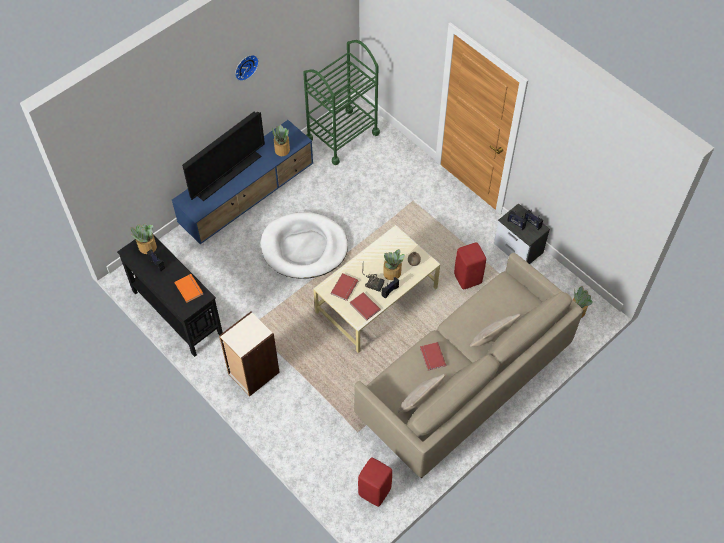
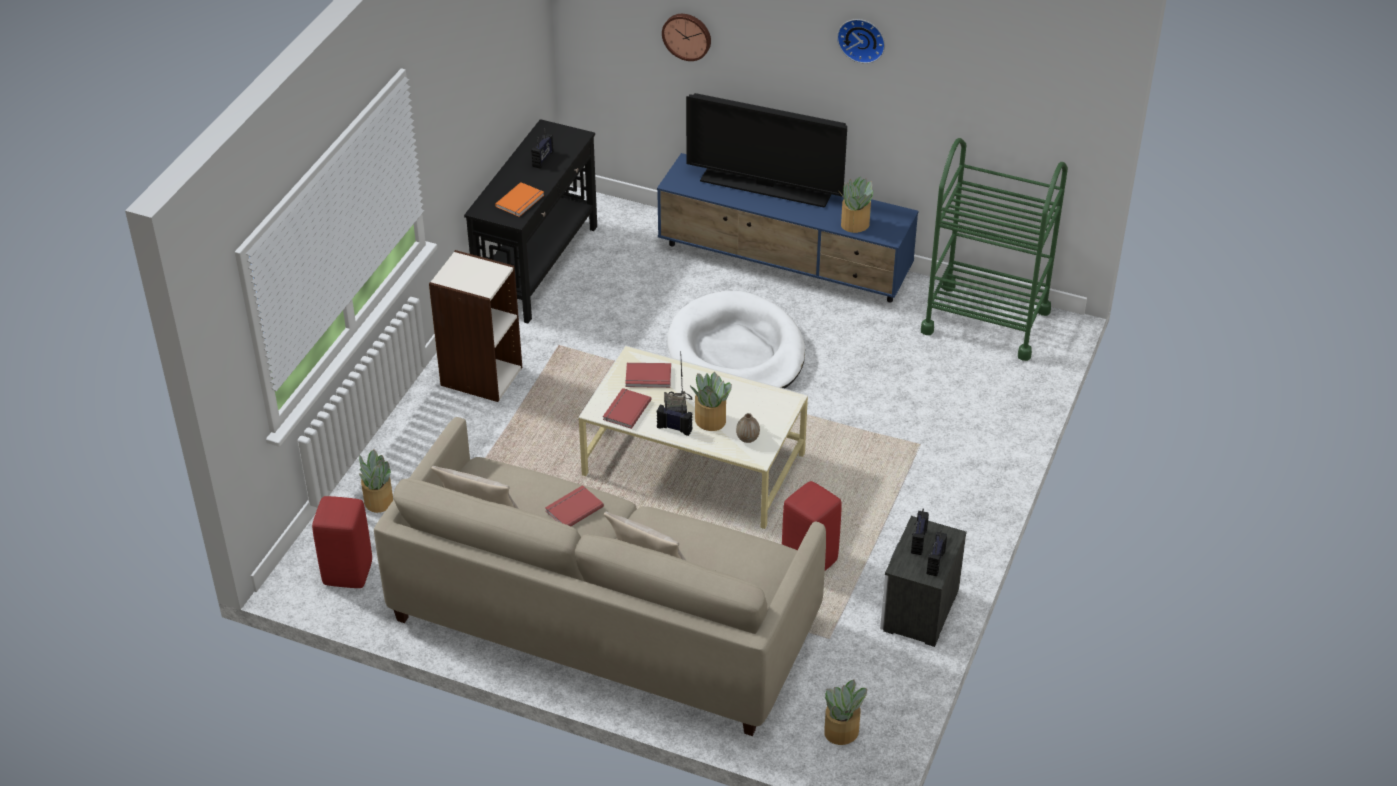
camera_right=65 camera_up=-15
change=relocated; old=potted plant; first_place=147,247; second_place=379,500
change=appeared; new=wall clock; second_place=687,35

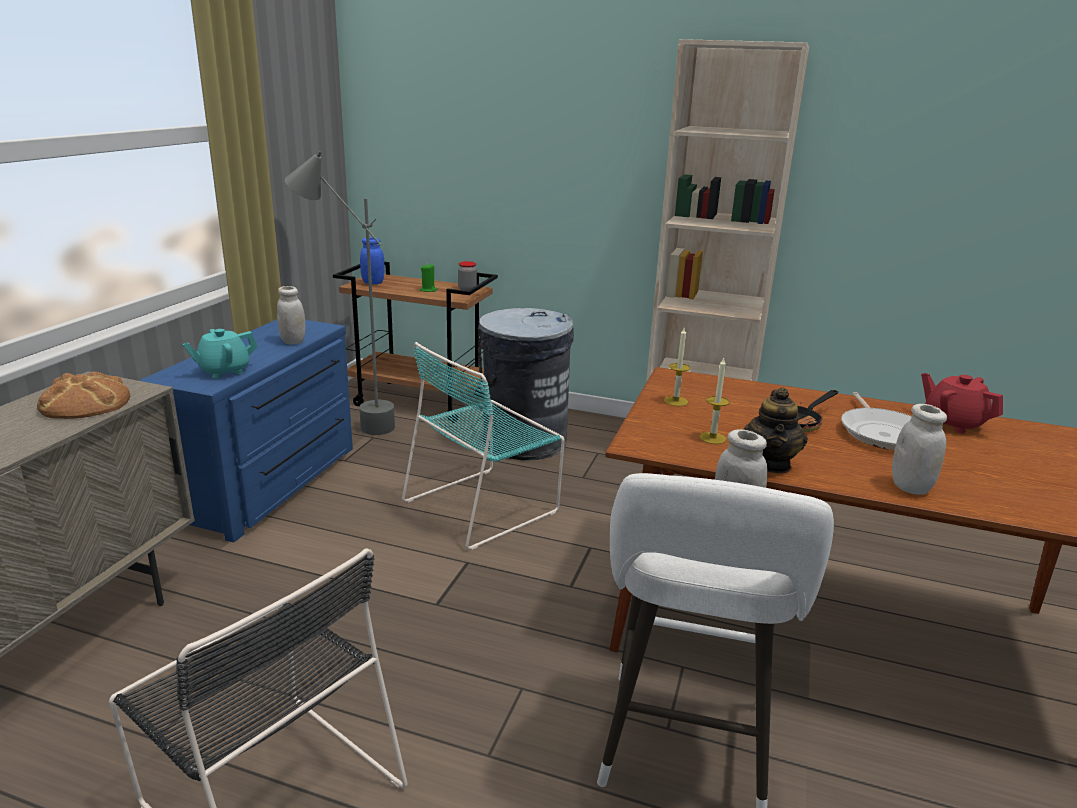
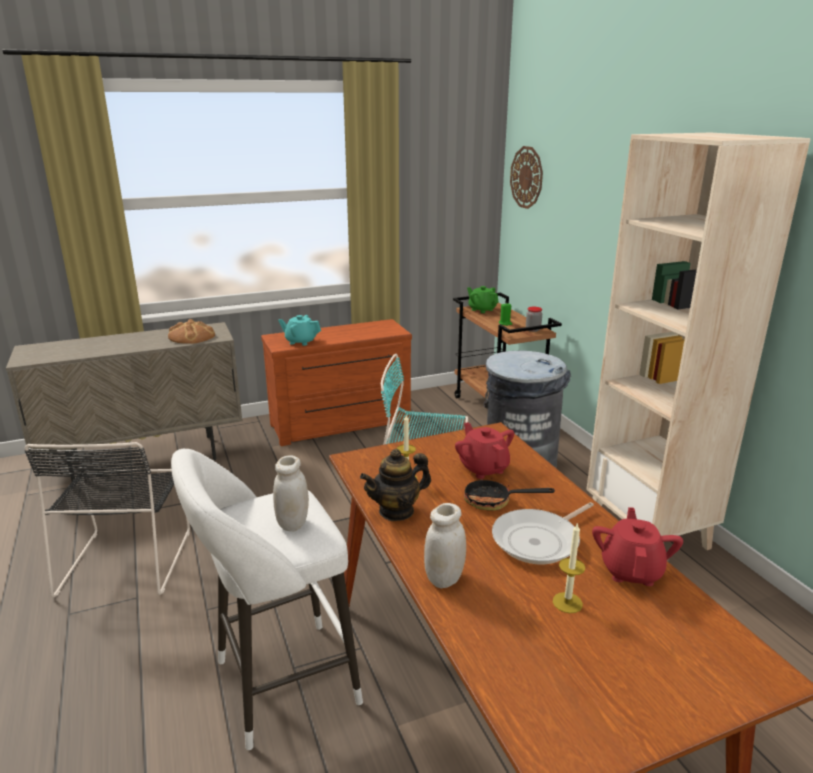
camera_right=50 camera_up=0
change=missing; old=standing lamp (greyish); first_place=351,423
change=exchanged; old=storage jar (bluish); new=pot for tea (greenish); first_place=373,283; second_place=482,310
change=missing; old=storage jar (white); first_place=293,341
change=colour; old=chest of drawers (bluish); new=chest of drawers (brown-coloured); first_place=273,484; second_place=341,425
change=relocated; old=wax candle; first_place=675,401; second_place=567,602
change=appeared; new=wall clock; second_place=526,177
change=appeared; new=pot for tea (reddish); second_place=483,468

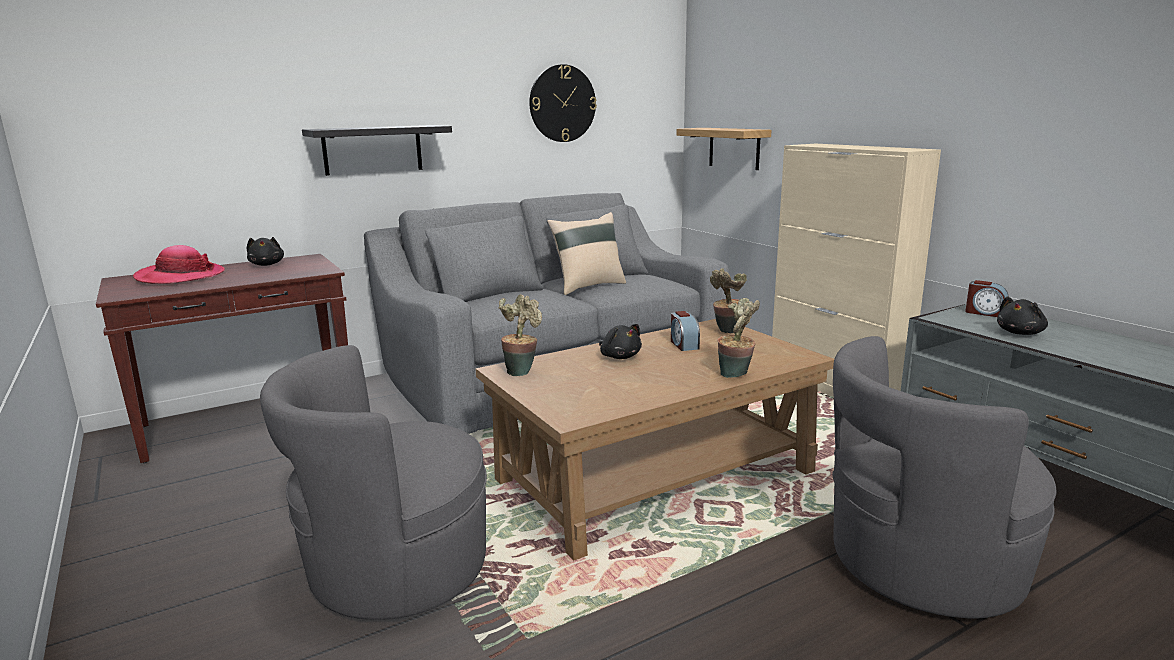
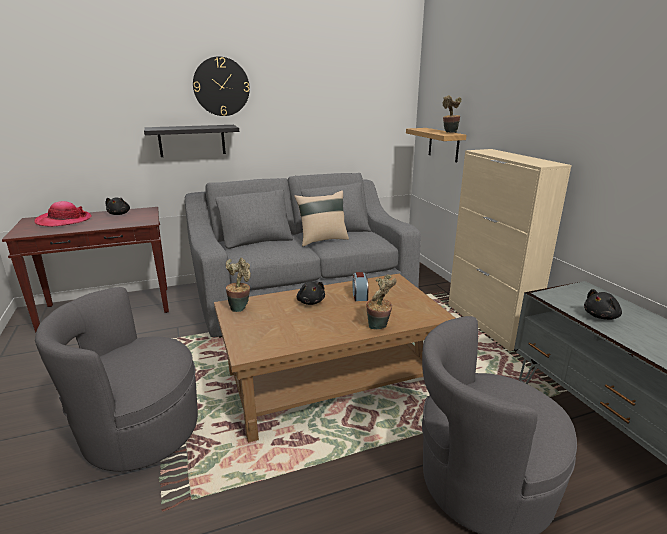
camera_right=10 camera_up=5
change=relocated; old=wall clock; first_place=562,103; second_place=221,86
change=relocated; old=potted plant; first_place=726,332; second_place=449,133
change=missing; old=alarm clock; first_place=985,313

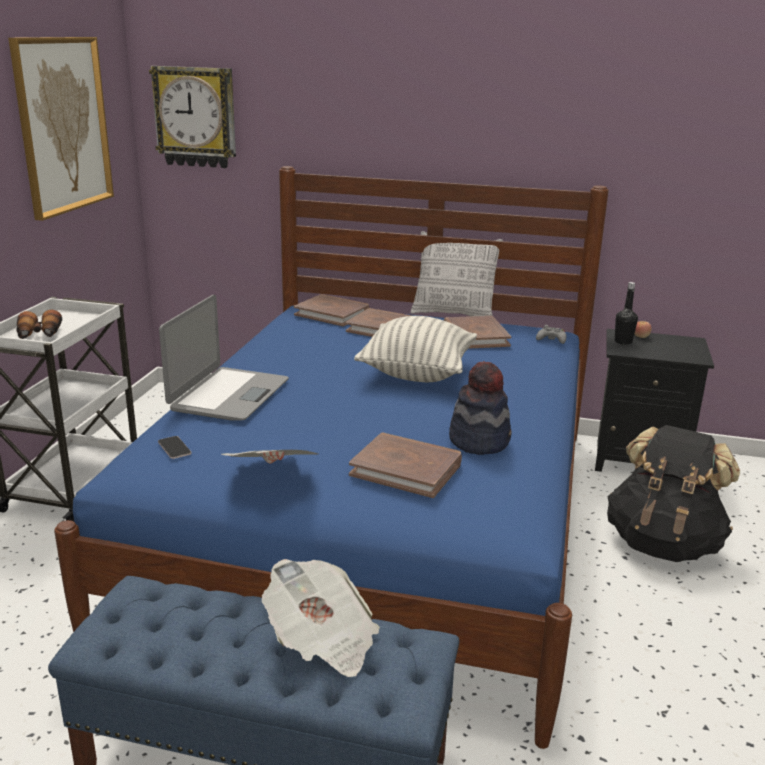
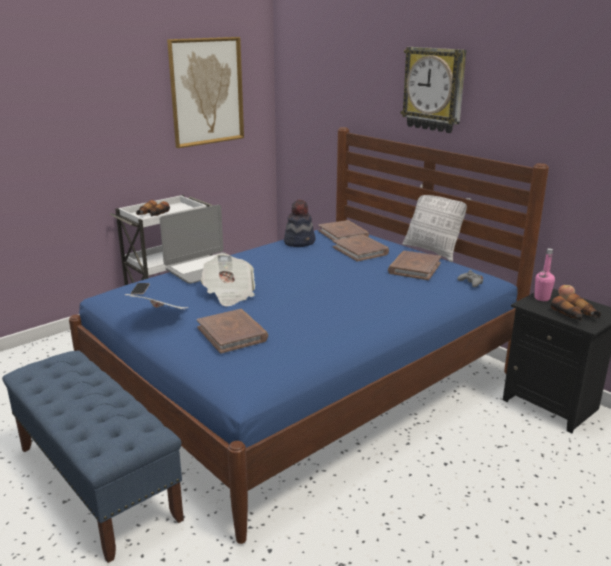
camera_right=35 camera_up=0
change=relocated; old=wall clock; first_place=196,117; second_place=434,89
change=colour; old=beverage bottle (black-coloured); new=beverage bottle (pinkish); first_place=623,341; second_place=542,298
change=missing; old=pillow; first_place=417,374
change=relocated; old=hat; first_place=479,440; second_place=300,242
change=missing; old=knapsack (black-coloured); first_place=663,543
change=relocated; old=daily paper; first_place=322,640; second_place=229,294
change=appeared; new=binoculars; second_place=575,315

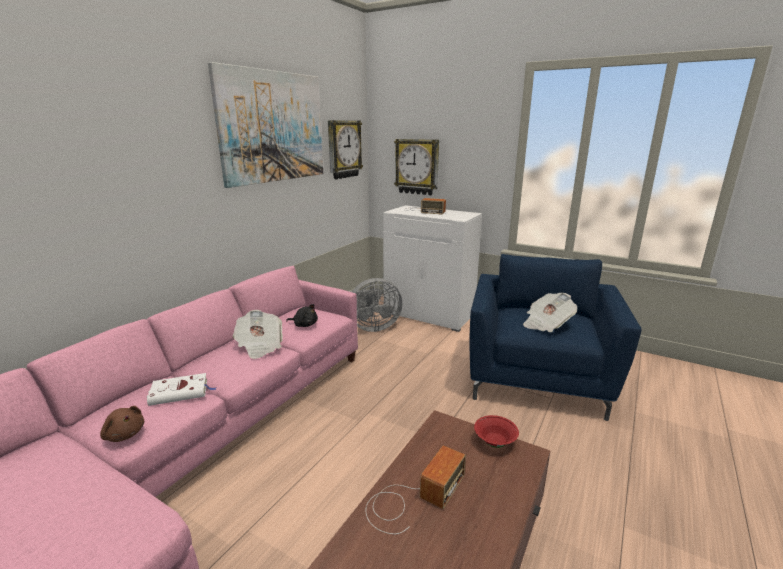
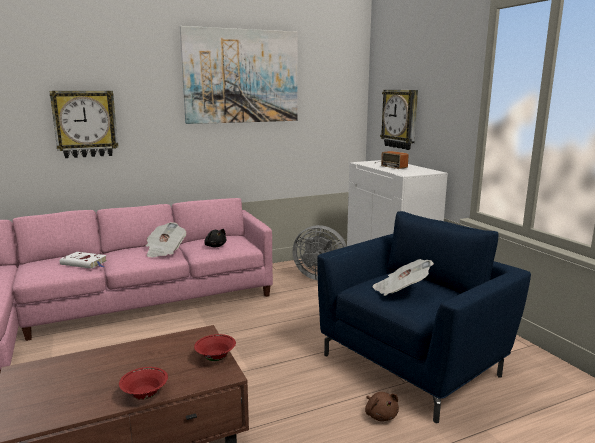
camera_right=35 camera_up=-5
change=relocated; old=wall clock; first_place=343,149; second_place=85,124
change=relocated; old=cuddly toy (brown-coloured); first_place=124,434; second_place=380,415
change=missing; old=radio receiver; first_place=413,498
change=appeared; new=bowl (reddish); second_place=145,395

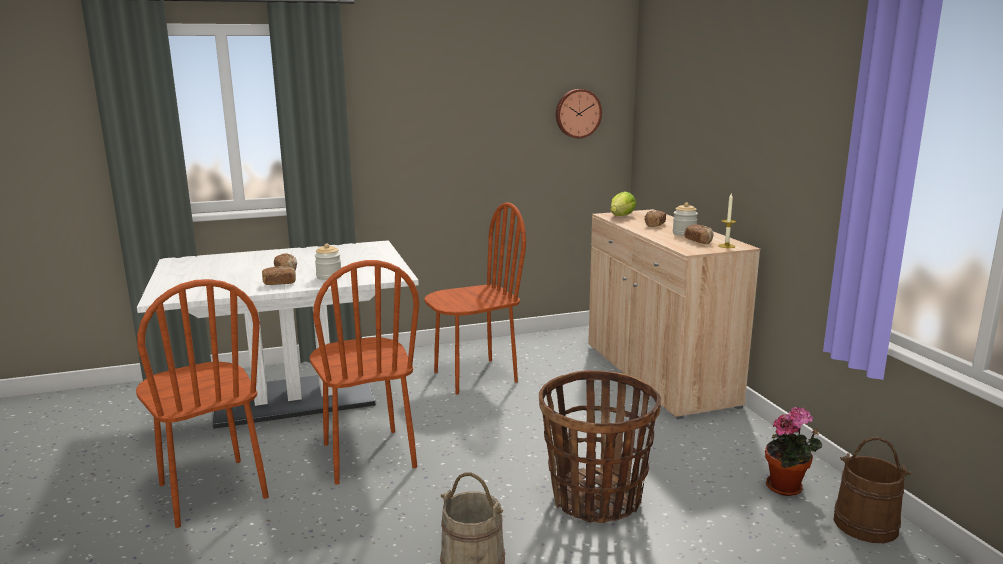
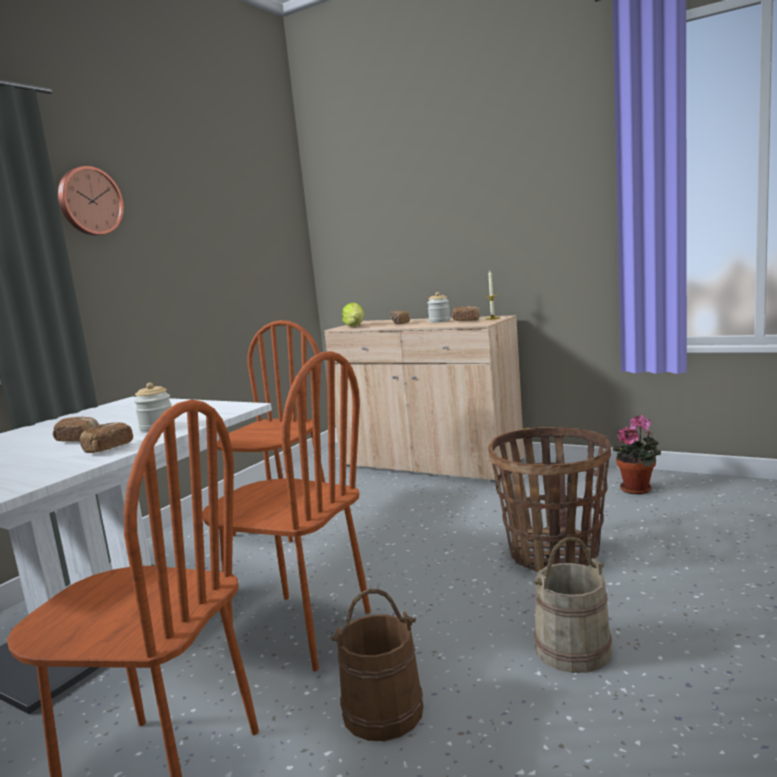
camera_right=-40 camera_up=-5
change=relocated; old=wall clock; first_place=577,113; second_place=89,201
change=relocated; old=water bucket (brown-coloured); first_place=865,524; second_place=383,710

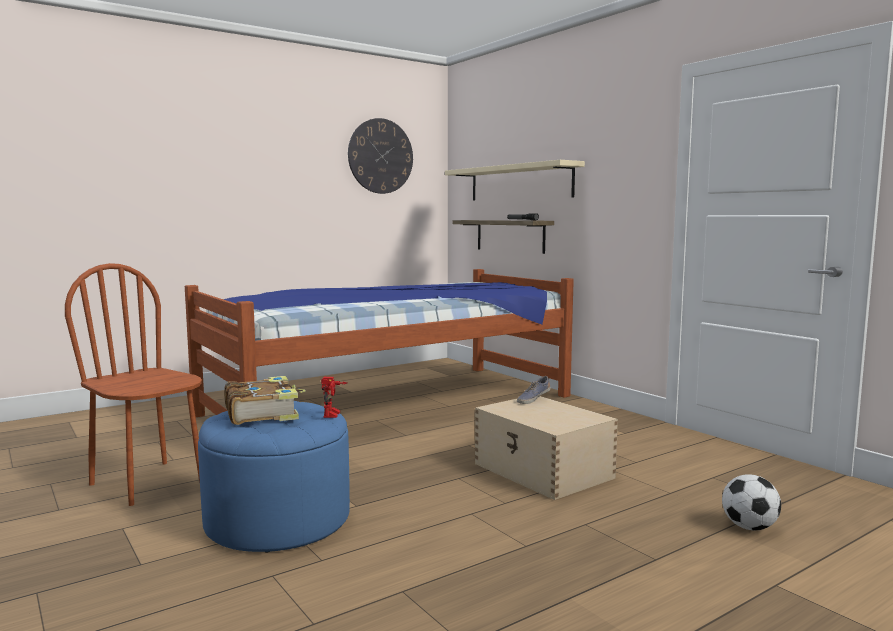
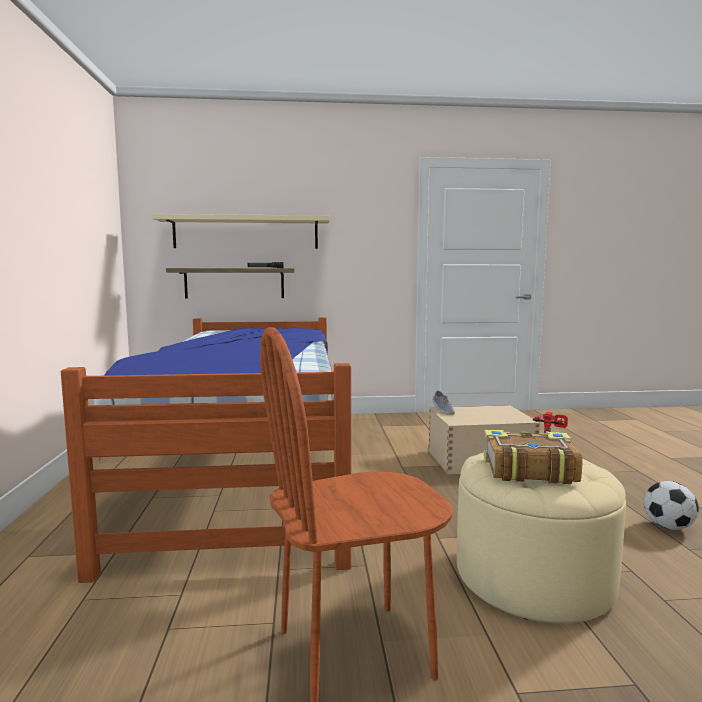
camera_right=-60 camera_up=0
change=missing; old=wall clock; first_place=380,156
change=colour; old=ottoman (bluish); new=ottoman (beige-coloured); first_place=278,520; second_place=533,577
change=relocated; old=football ball; first_place=749,527; second_place=668,527

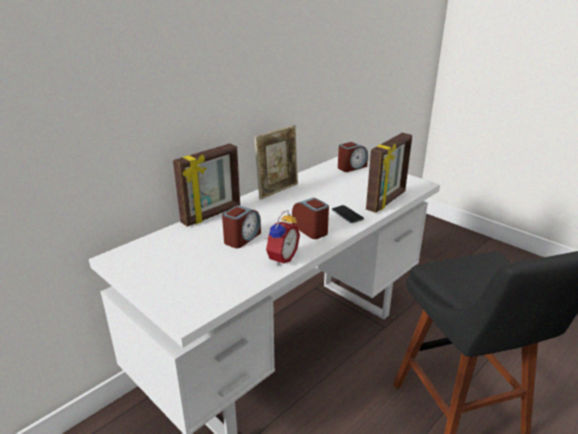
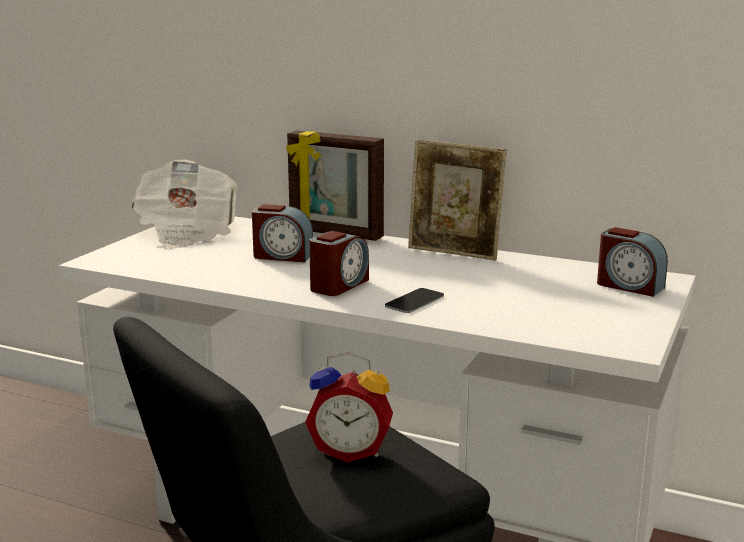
camera_right=70 camera_up=-10
change=missing; old=photo frame; first_place=387,201
change=relocated; old=alarm clock; first_place=280,258; second_place=350,451
change=appeared; new=daily paper; second_place=187,232

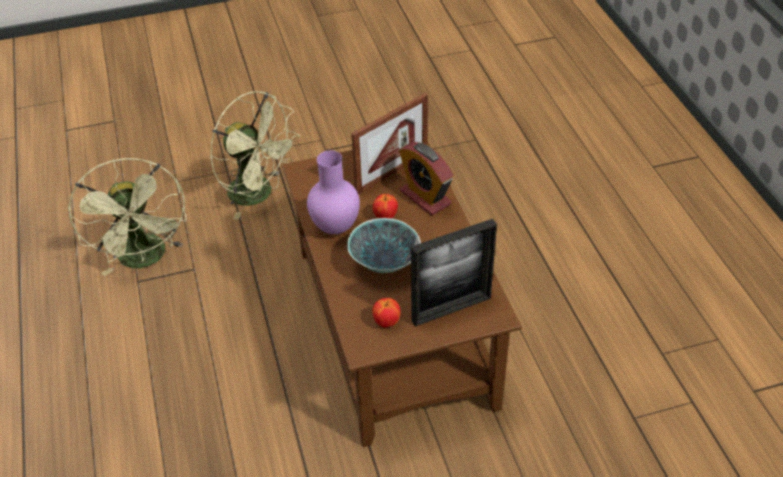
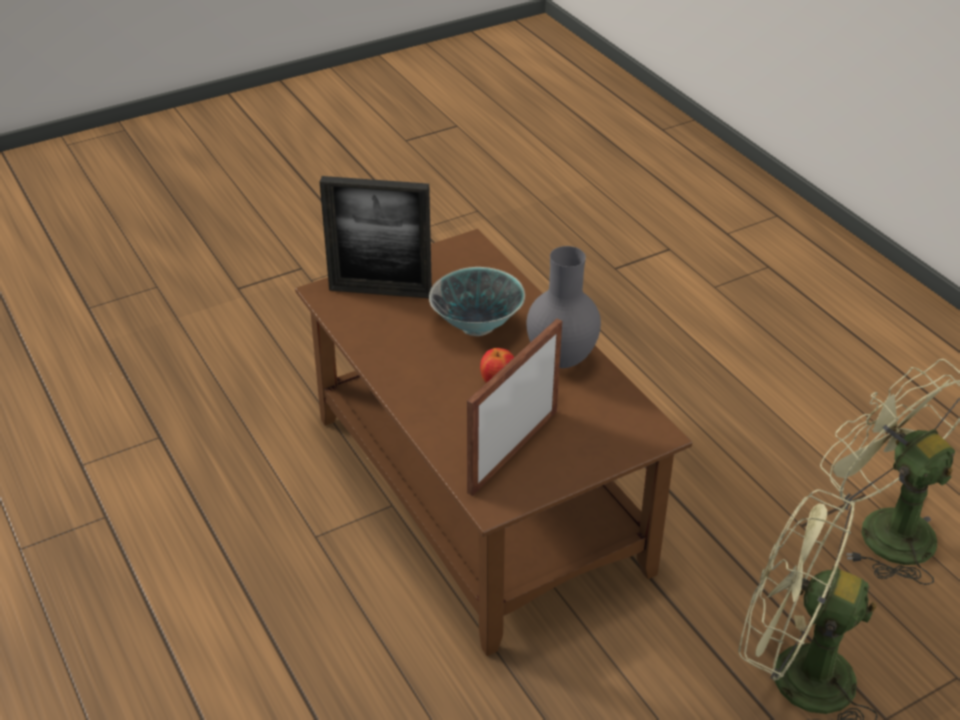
camera_right=165 camera_up=-5
change=missing; old=alarm clock; first_place=425,197
change=colour; old=vase (purplish); new=vase (greyish); first_place=334,227; second_place=562,360
change=spun; old=photo frame; first_place=451,309; second_place=380,291; degrees=-135
change=missing; old=apple fruit; first_place=386,322

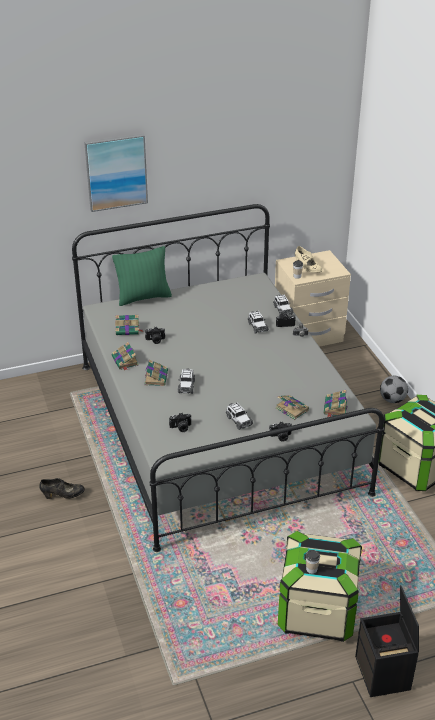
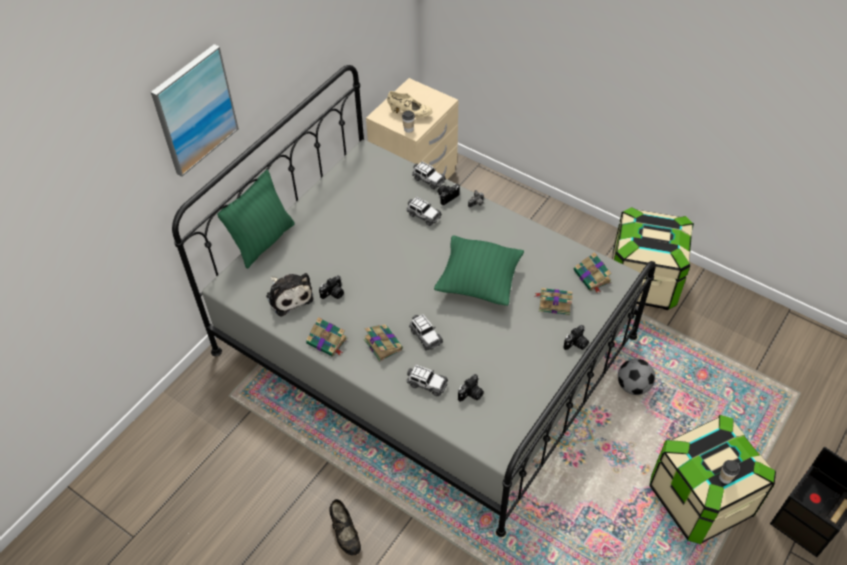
camera_right=-35 camera_up=15
change=exchanged; old=book; new=cuddly toy; first_place=128,329; second_place=289,296
change=relocated; old=football ball; first_place=392,400; second_place=633,386
change=relocated; old=model car; first_place=238,421; second_place=427,384
change=spun; old=shoe (black-coloured); first_place=63,495; second_place=345,533; degrees=105
change=appeared; new=pillow (greenish); second_place=478,283

